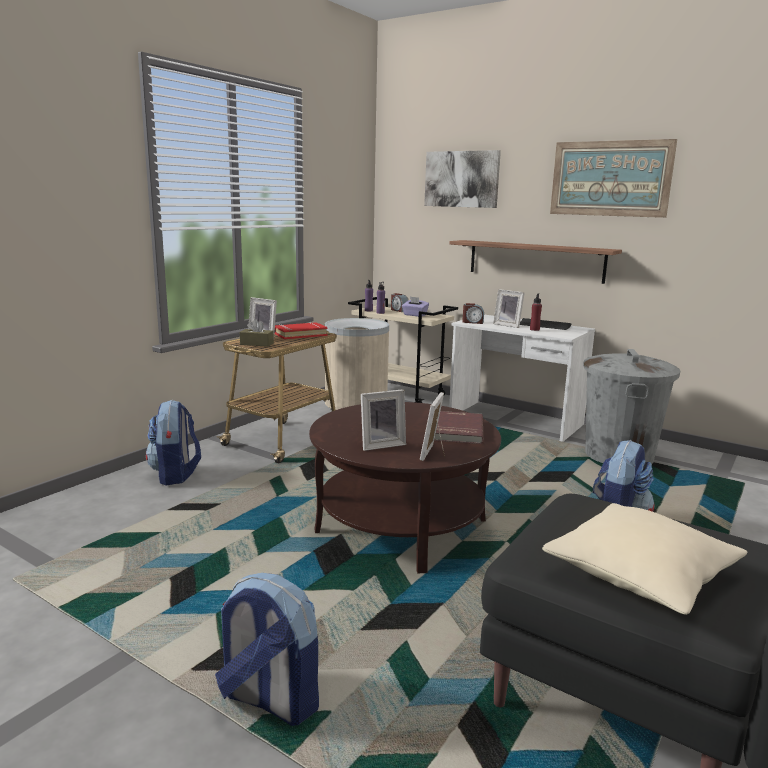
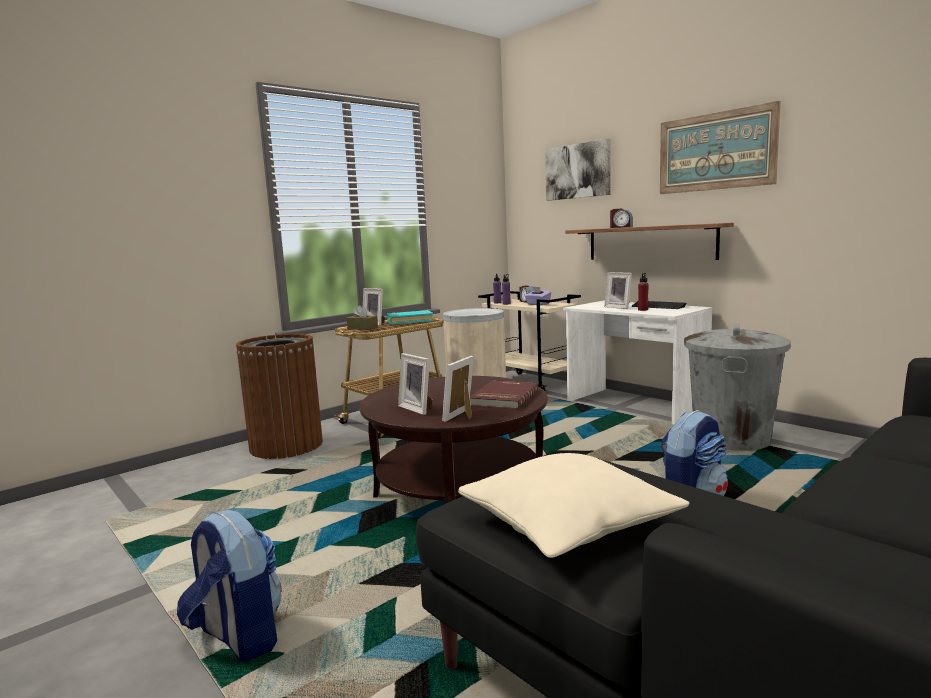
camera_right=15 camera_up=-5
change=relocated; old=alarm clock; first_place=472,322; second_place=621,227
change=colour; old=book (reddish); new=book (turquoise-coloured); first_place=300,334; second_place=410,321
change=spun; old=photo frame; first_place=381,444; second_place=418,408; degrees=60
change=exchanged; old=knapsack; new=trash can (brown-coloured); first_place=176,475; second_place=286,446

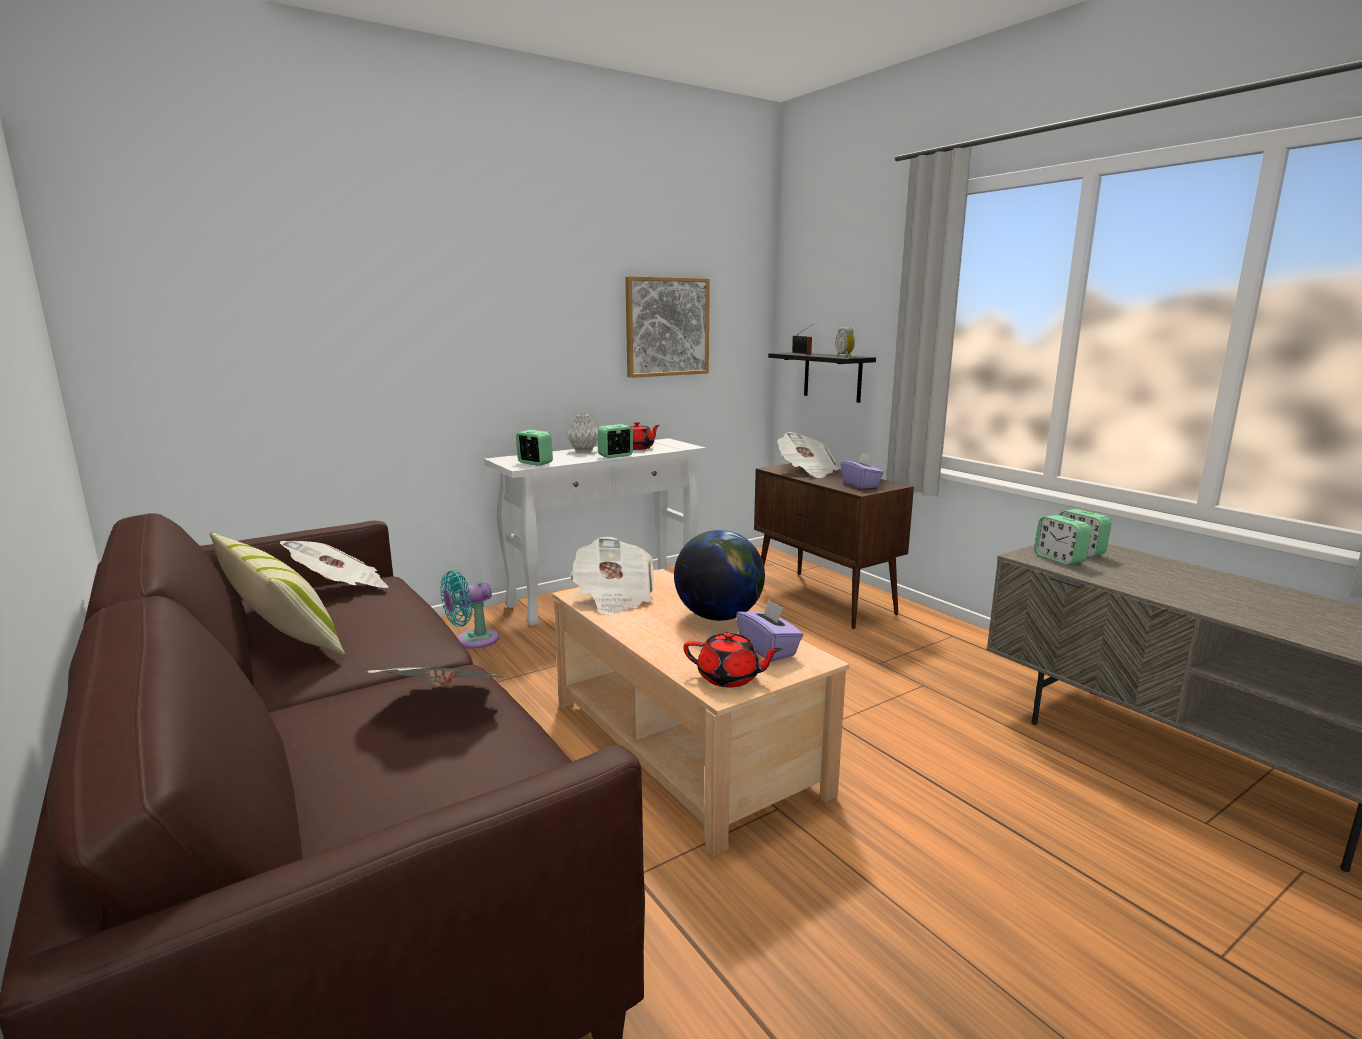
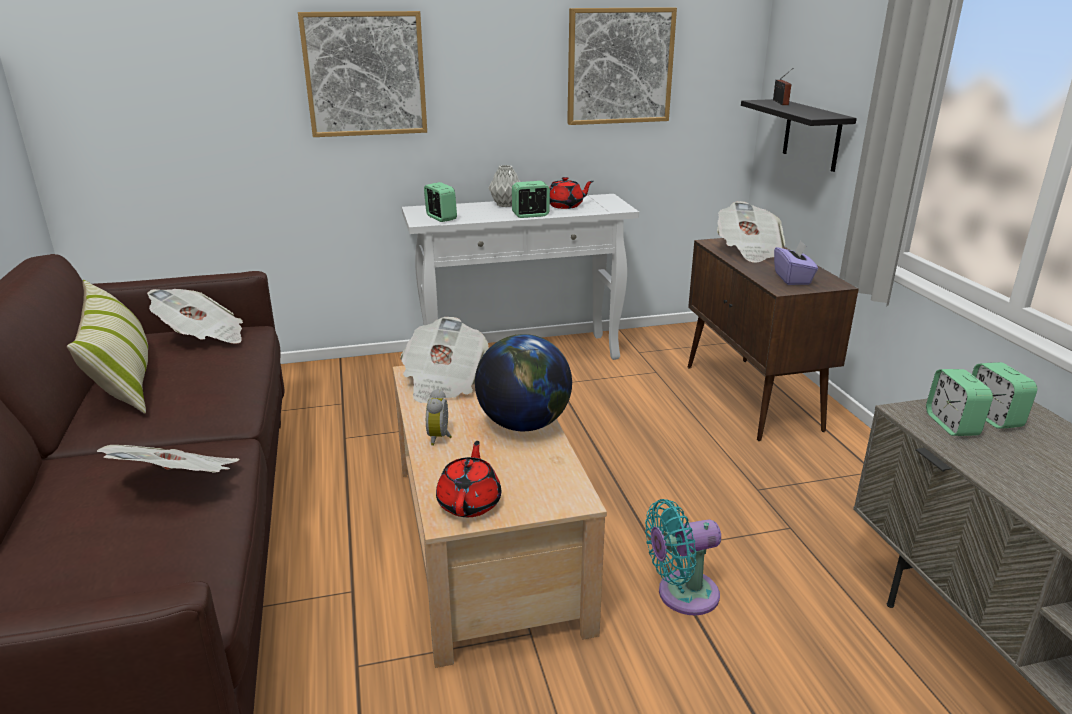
camera_right=20 camera_up=10
change=relocated; old=alarm clock; first_place=845,356; second_place=440,437
change=relocated; old=cooling fan (turquoise-coloured); first_place=472,641; second_place=681,594
change=missing; old=box of tissues (purplish); first_place=768,649
change=spun; old=pot for tea (reddish); first_place=729,678; second_place=470,502; degrees=-120
change=appeared; new=wall picture; second_place=365,74

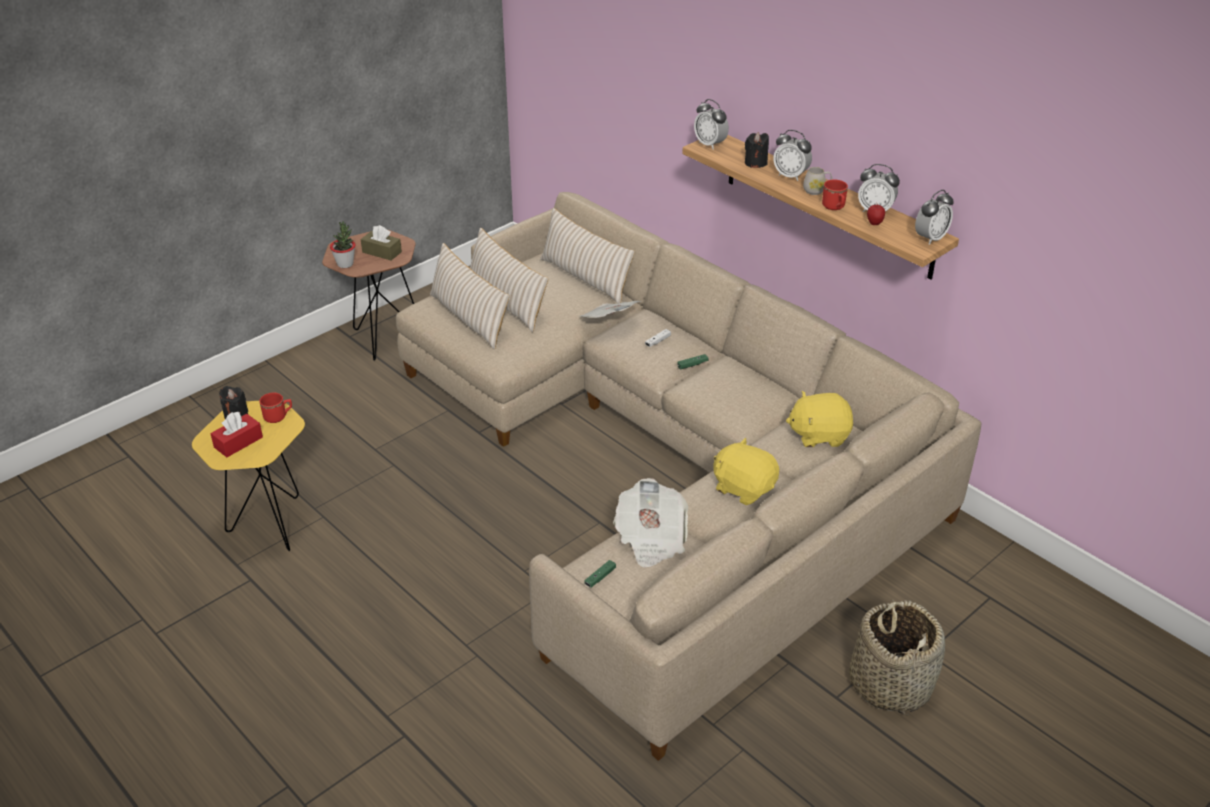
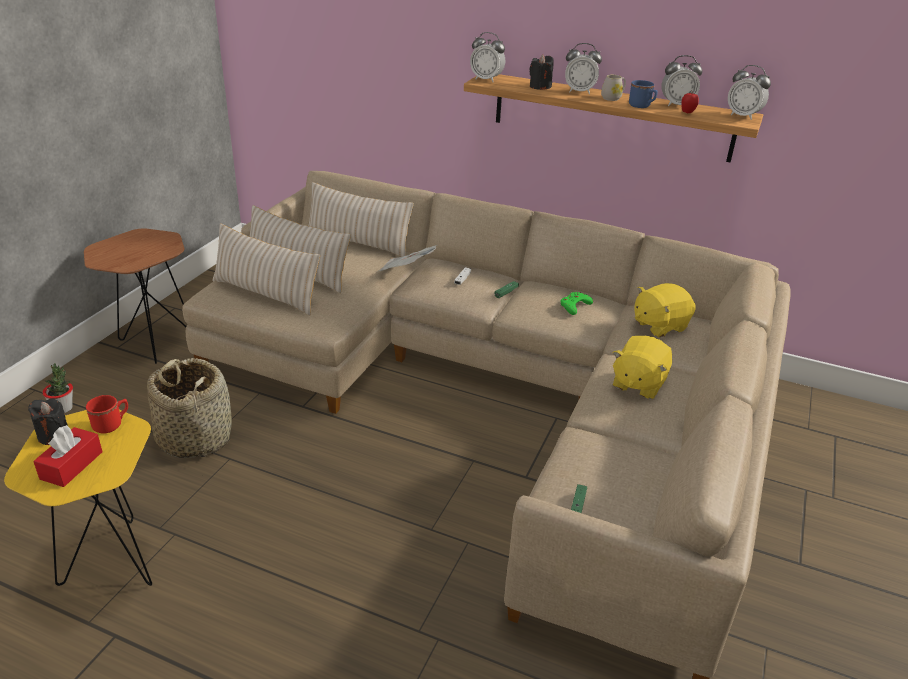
camera_right=-25 camera_up=-5
change=colour; old=coffee mug (reddish); new=coffee mug (bluish); first_place=834,207; second_place=642,106
change=spun; old=alarm clock; first_place=930,238; second_place=743,116; degrees=105
change=relocated; old=potted plant; first_place=345,264; second_place=63,408
change=missing; old=box of tissues (brown-coloured); first_place=382,252
change=spun; old=cuddly toy (yellowish); first_place=744,488; second_place=638,383; degrees=-75
change=missing; old=daily paper; first_place=651,539
change=relocated; old=household basket; first_place=890,683; second_place=195,437
change=appeared; new=game controller (greenish); second_place=574,306

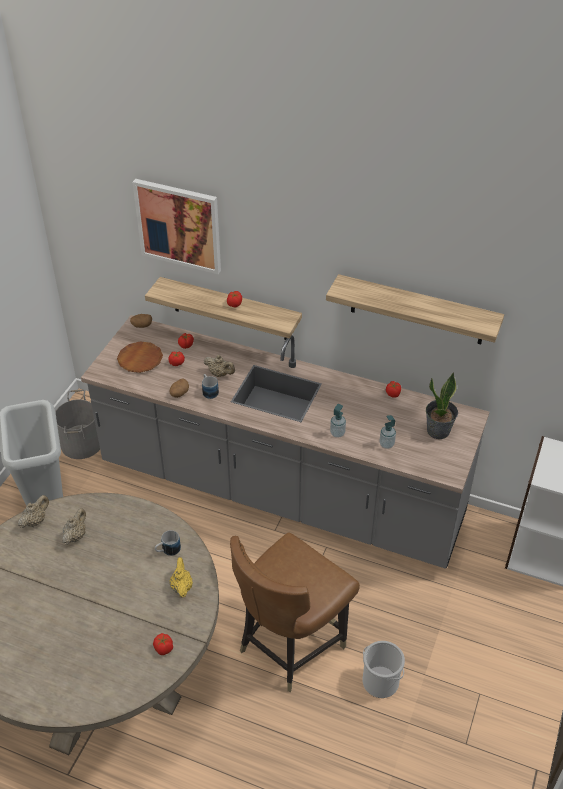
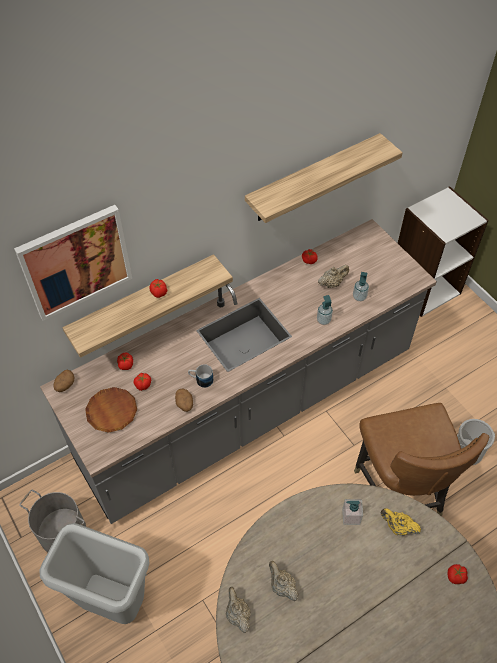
camera_right=-55 camera_up=10
change=relocated; old=pot for tea (beige-coloured); first_place=220,374; second_place=332,283
change=missing; old=potted plant; first_place=438,431
change=exchanged; old=coffee mug; new=liquid soap bottle; first_place=167,550; second_place=350,516

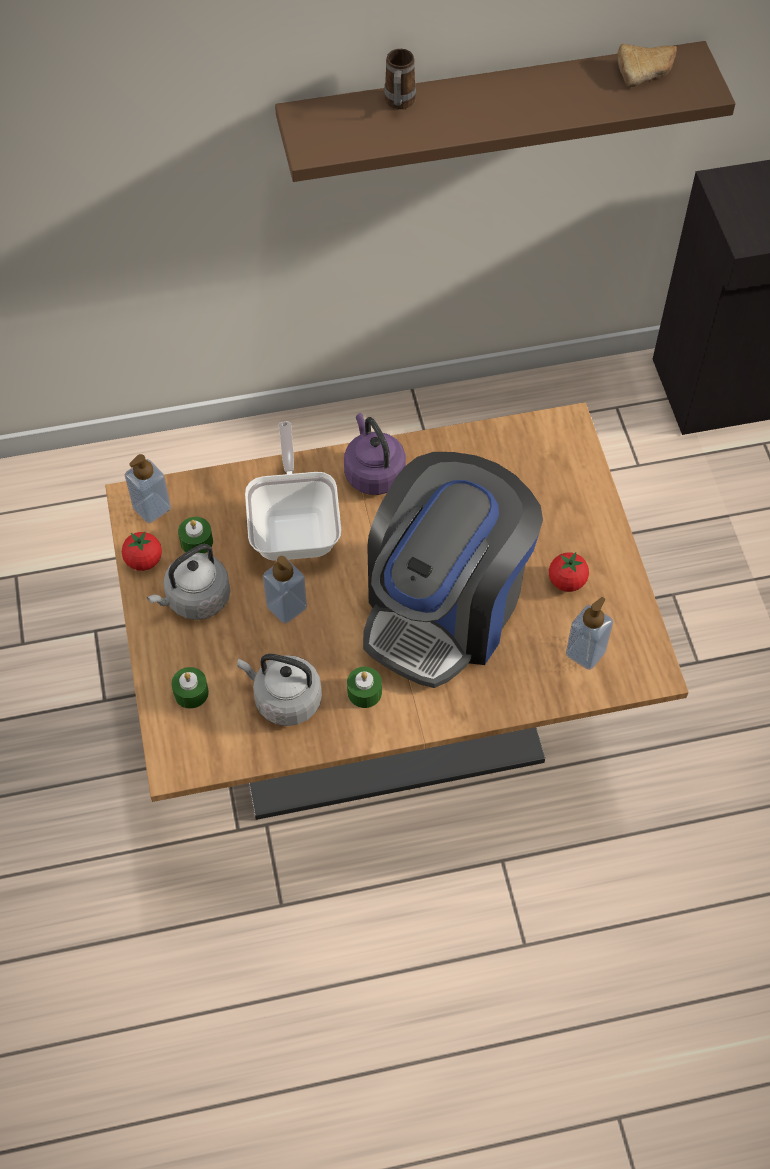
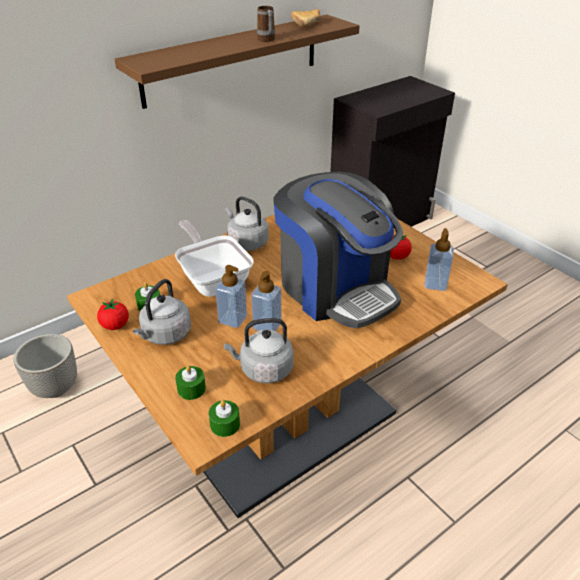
camera_right=-25 camera_up=-20
change=relocated; old=coffee mug; first_place=399,104; second_place=267,40
change=colour; old=tea kettle (purplish); new=tea kettle (greyish); first_place=373,472; second_place=246,242
change=spun; old=coffee brewer; first_place=445,607; second_place=335,288; degrees=-45
change=relocated; old=liquid soap bottle; first_place=151,508; second_place=267,326
change=relocated; old=wax candle (greenish); first_place=364,692; second_place=225,424
change=appeared; new=planter; second_place=54,388

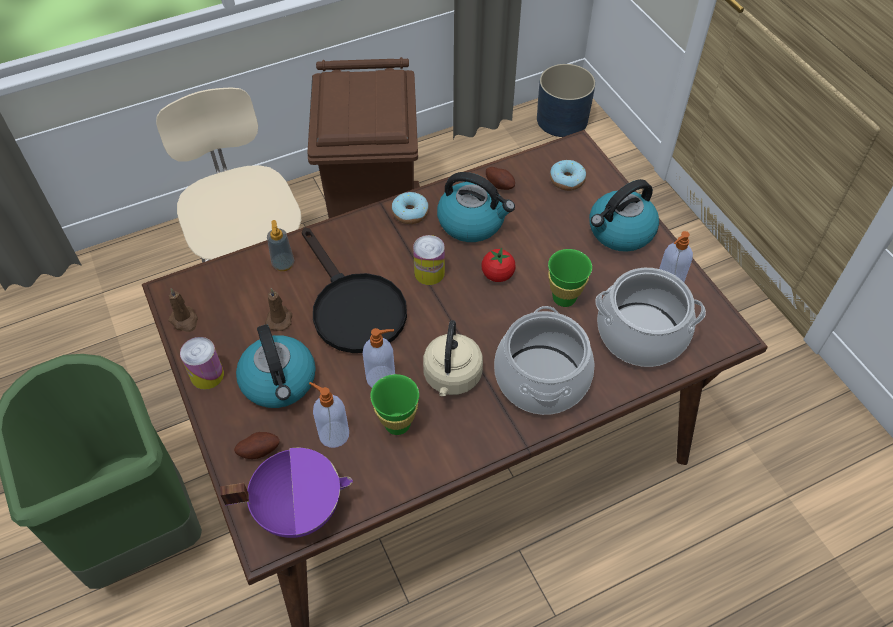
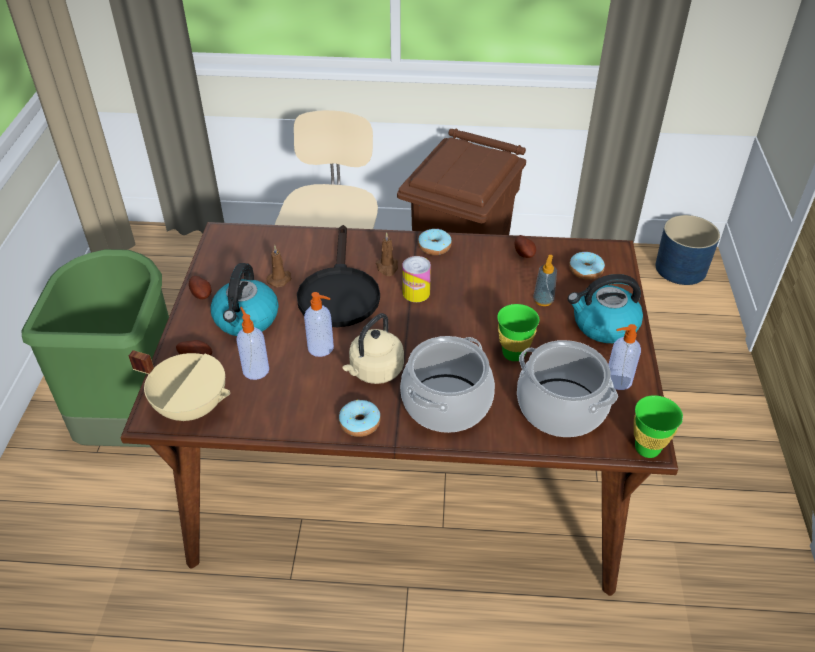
camera_right=30 camera_up=-10
change=missing; old=tea kettle; first_place=472,222
change=relocated; old=liquid soap bottle; first_place=283,264; second_place=543,300
change=missing; old=tomato; first_place=497,275
change=relocated; old=wax candle (brown-coloured); first_place=185,320; second_place=387,267
change=exchanged; old=sealed can; new=potato; first_place=207,375; second_place=202,294
change=relocated; old=small cup (greenish); first_place=397,424; second_place=647,448
change=colour; old=saucepot (purplish); new=saucepot (beige-coloured); first_place=299,508; second_place=192,406
change=appeared; new=ring doughnut; second_place=360,423

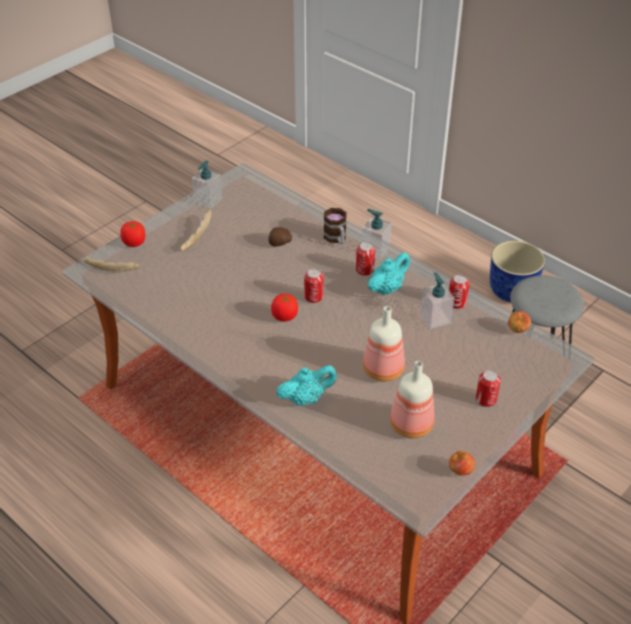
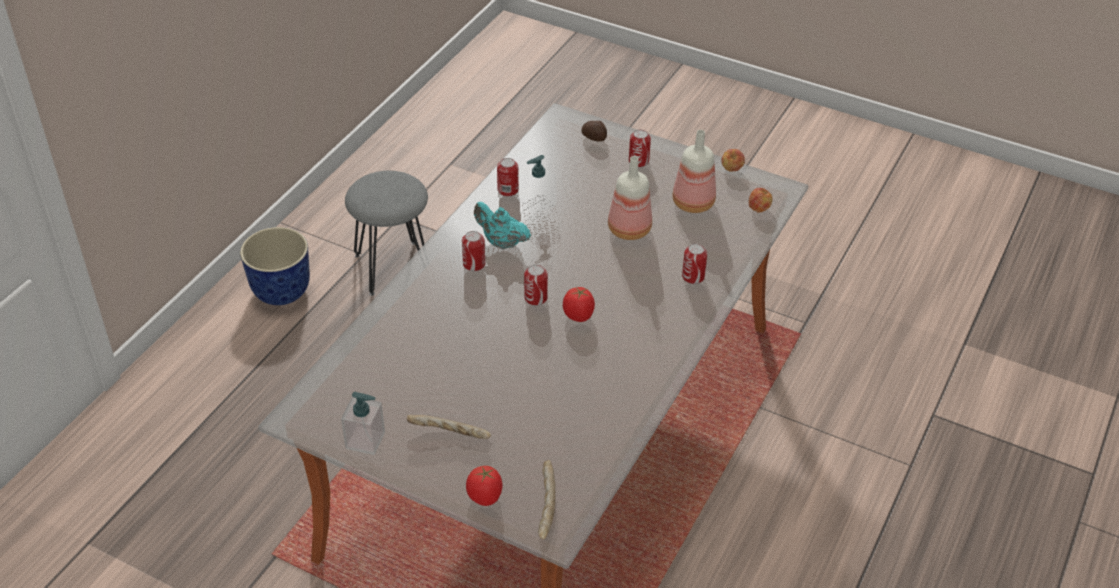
camera_right=-105 camera_up=0
change=missing; old=coffee mug; first_place=336,239
change=missing; old=liquid soap bottle; first_place=375,250
change=relocated; old=potato; first_place=279,243; second_place=594,138
change=relocated; old=apple fruit; first_place=517,330; second_place=759,209
change=exchanged; old=pot for tea (turquoise-coloured); new=sealed can; first_place=306,398; second_place=693,277

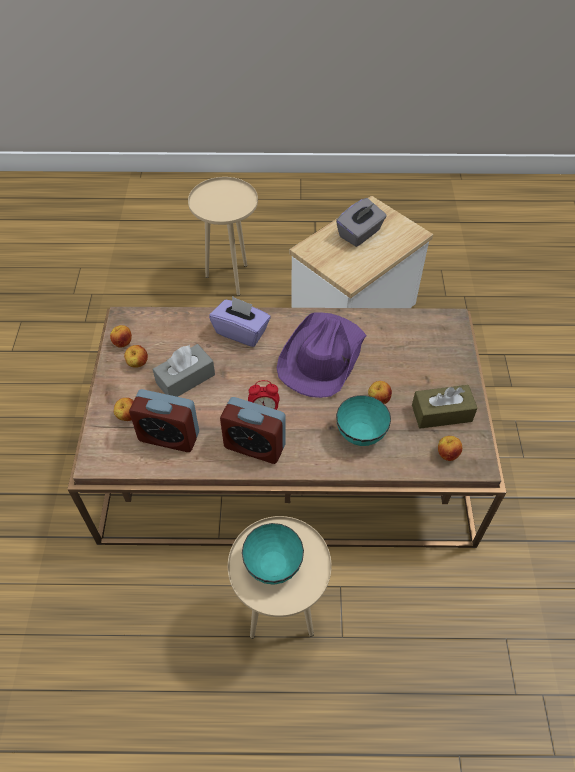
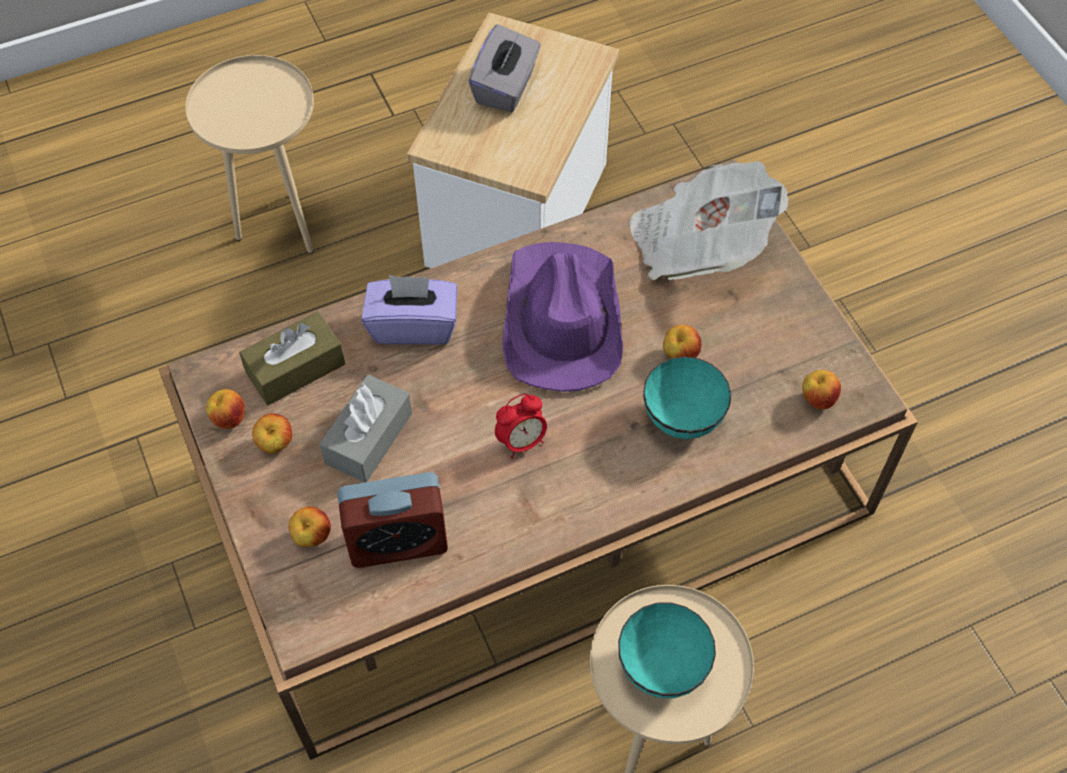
camera_right=-25 camera_up=5
change=relocated; old=box of tissues (brown-coloured); first_place=441,413; second_place=295,368
change=missing; old=alarm clock; first_place=254,446
change=appeared; new=daily paper; second_place=699,244

